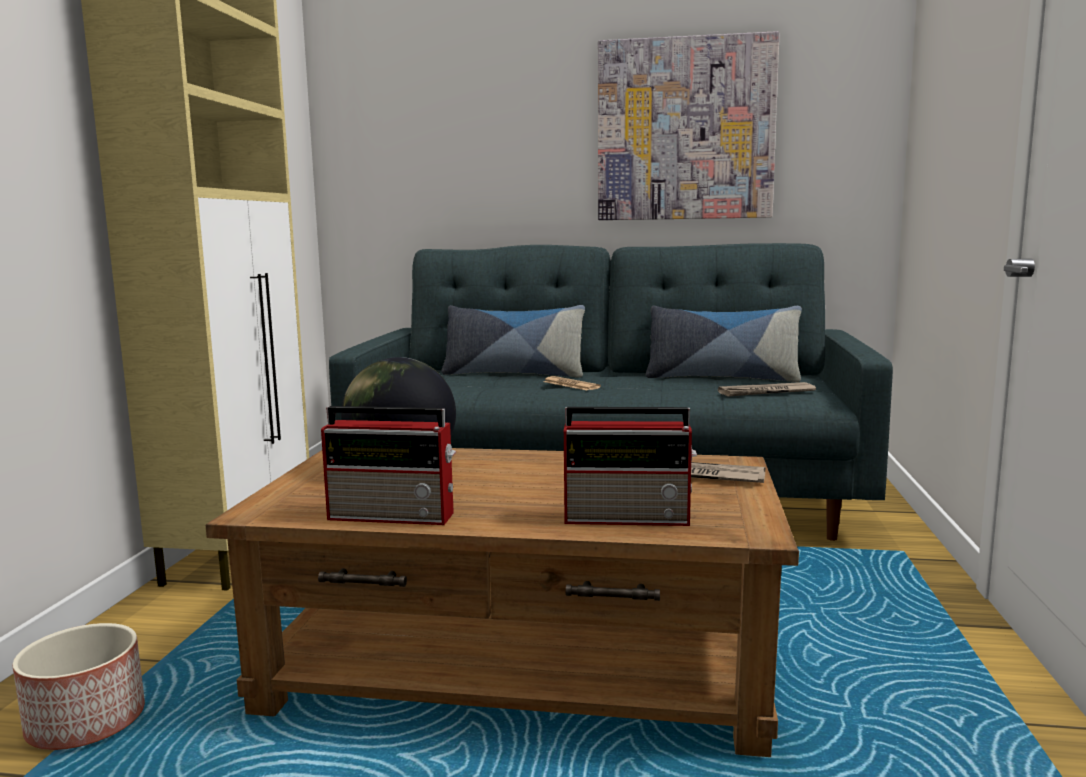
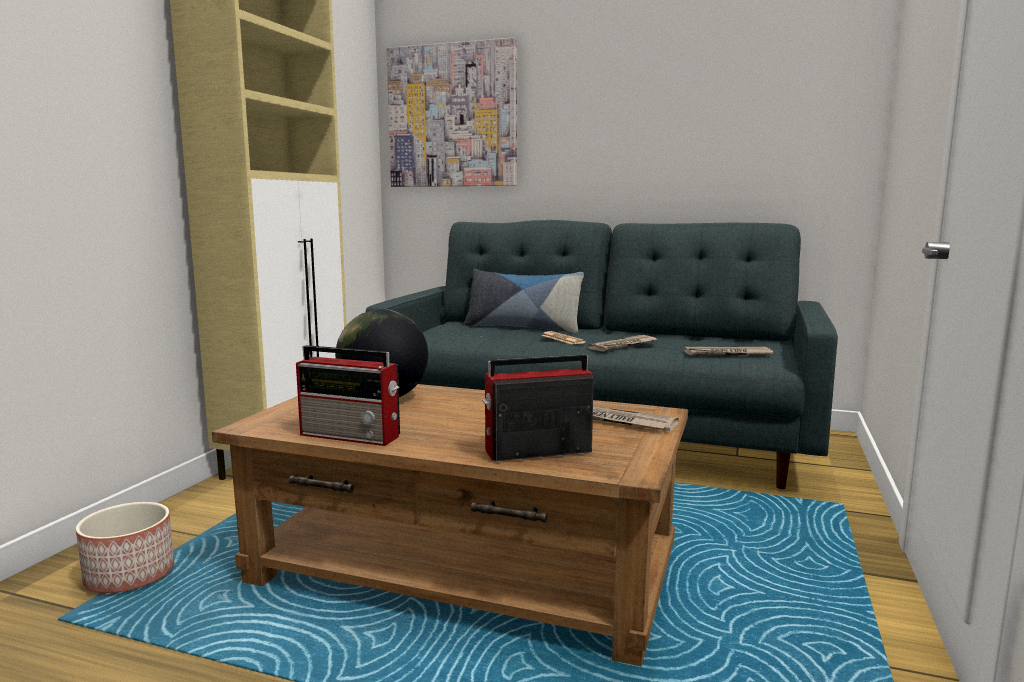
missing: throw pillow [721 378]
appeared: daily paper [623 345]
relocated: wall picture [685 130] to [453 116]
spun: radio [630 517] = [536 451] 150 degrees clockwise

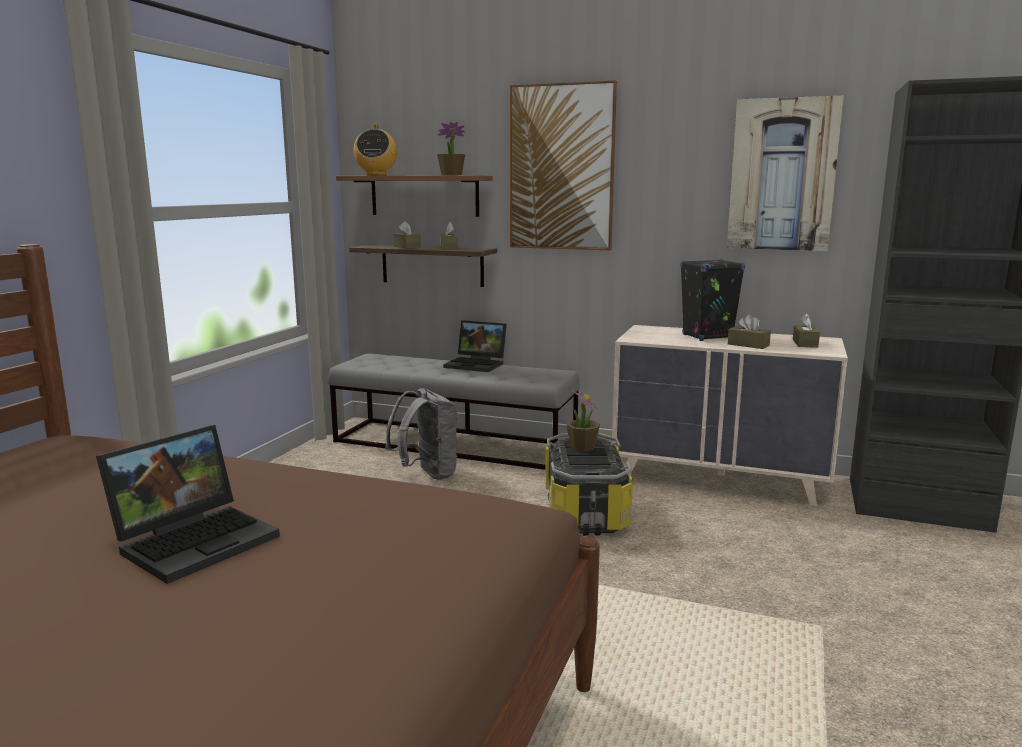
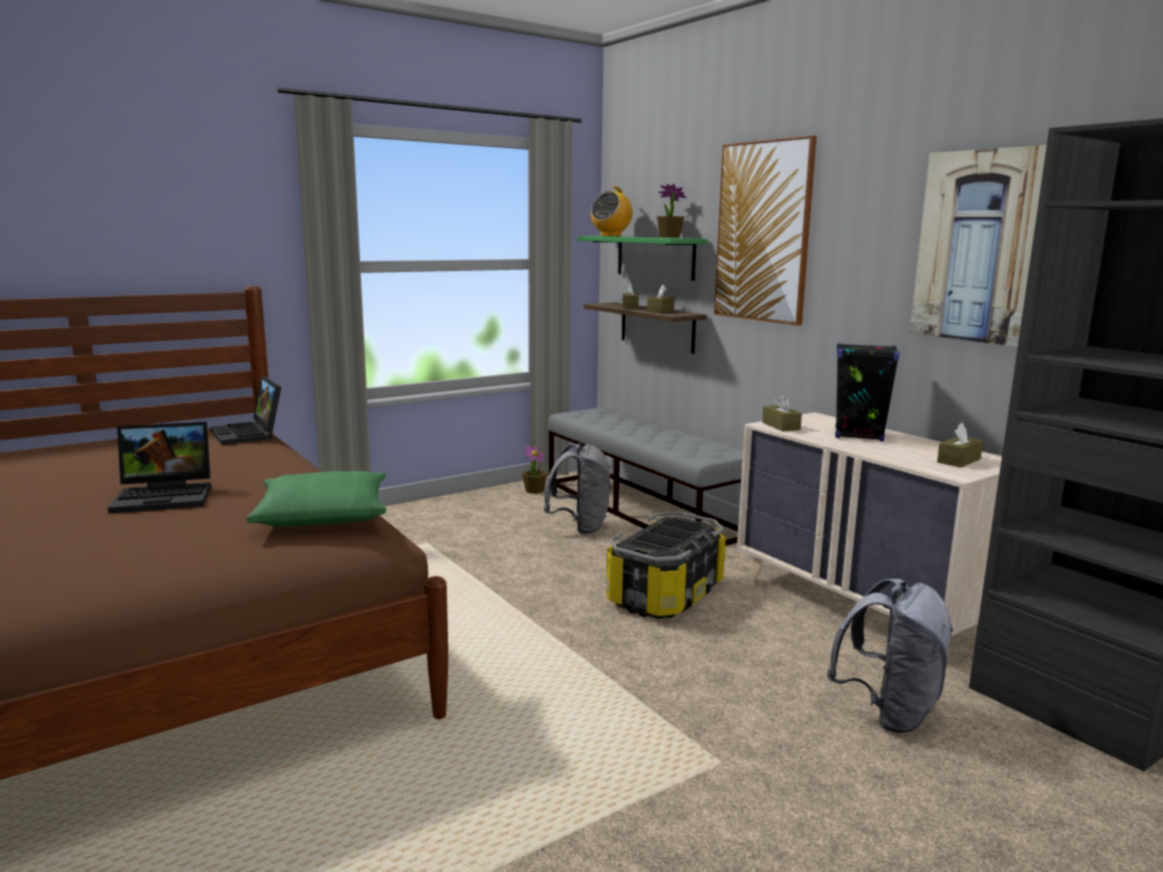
appeared: greenish throw pillow [323 514]; grey knapsack [888 712]
relocated: portable computer [477 364] to [249 434]; houseplant [582 447] to [534 490]; brown box of tissues [748 345] to [781 426]
colour: brown bracket shelf [424 195] to greenish bracket shelf [655 257]

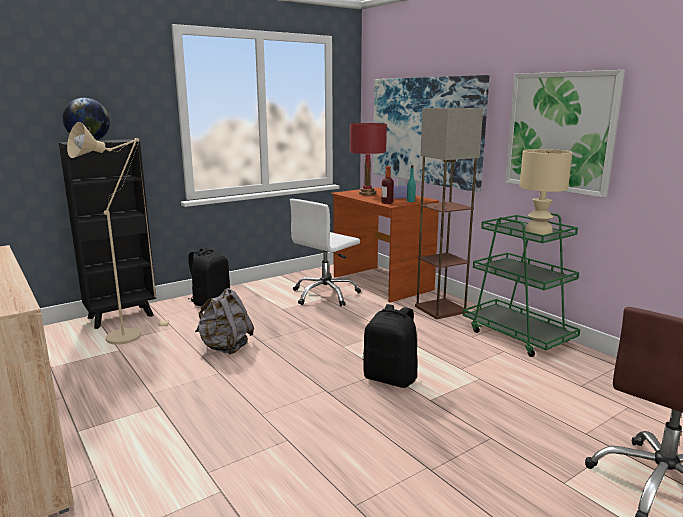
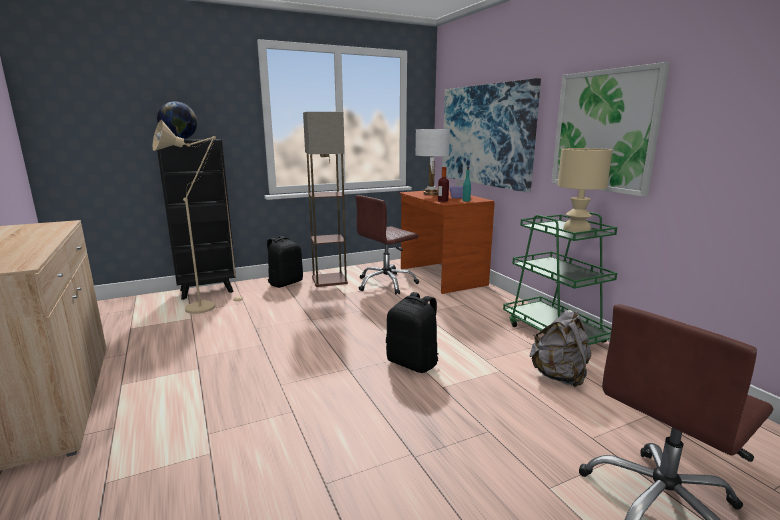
relocated: grey knapsack [225 348] to [559 376]; standard lamp [440 309] to [330 280]
colour: white desk chair [325 295] to brown desk chair [386 284]; reddish tabletop lamp [367 193] to white tabletop lamp [431 194]

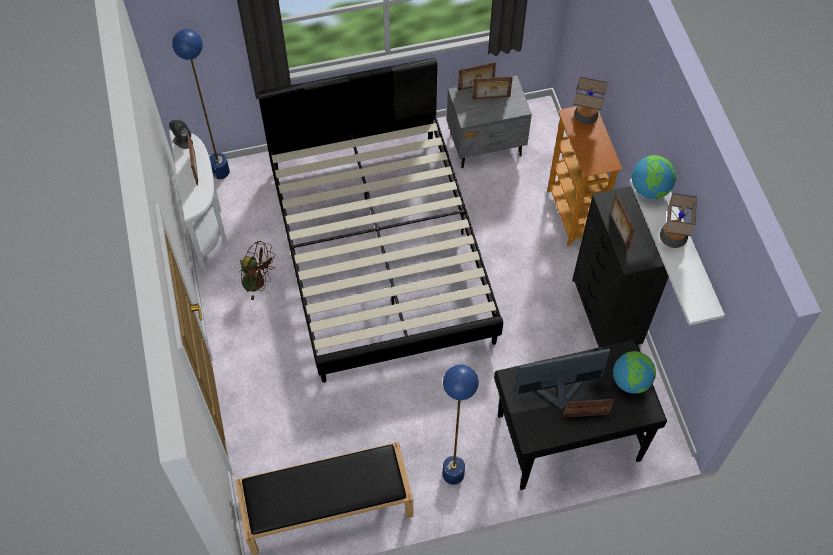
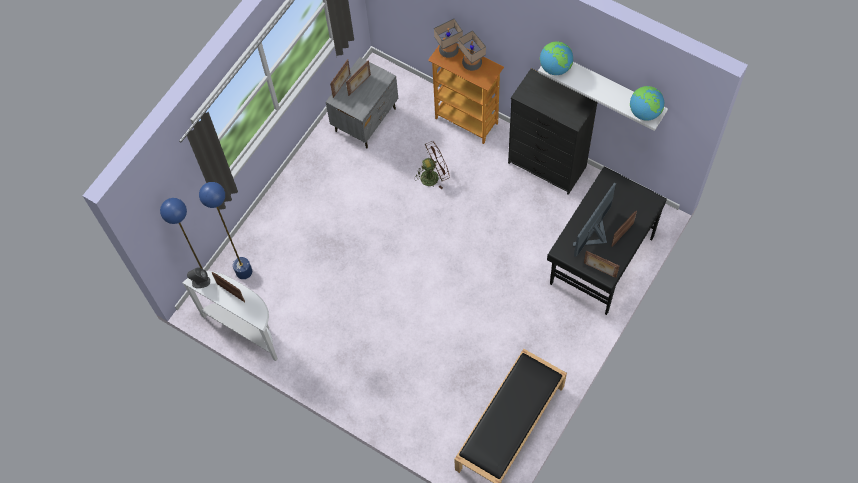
missing: black sleeping bed [381 251]
relocated: brown electric fan [258 282] to [433 175]; bluish standard lamp [453 474] to [244 271]; standing frame [618 231] to [599 270]; desk globe [631 381] to [644 112]; tabletop lamp [672 237] to [472 63]

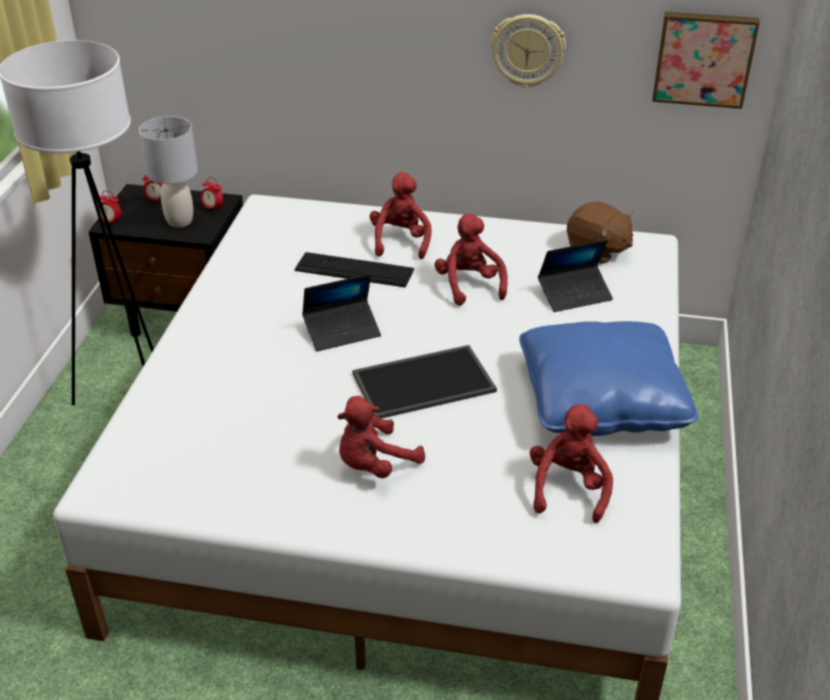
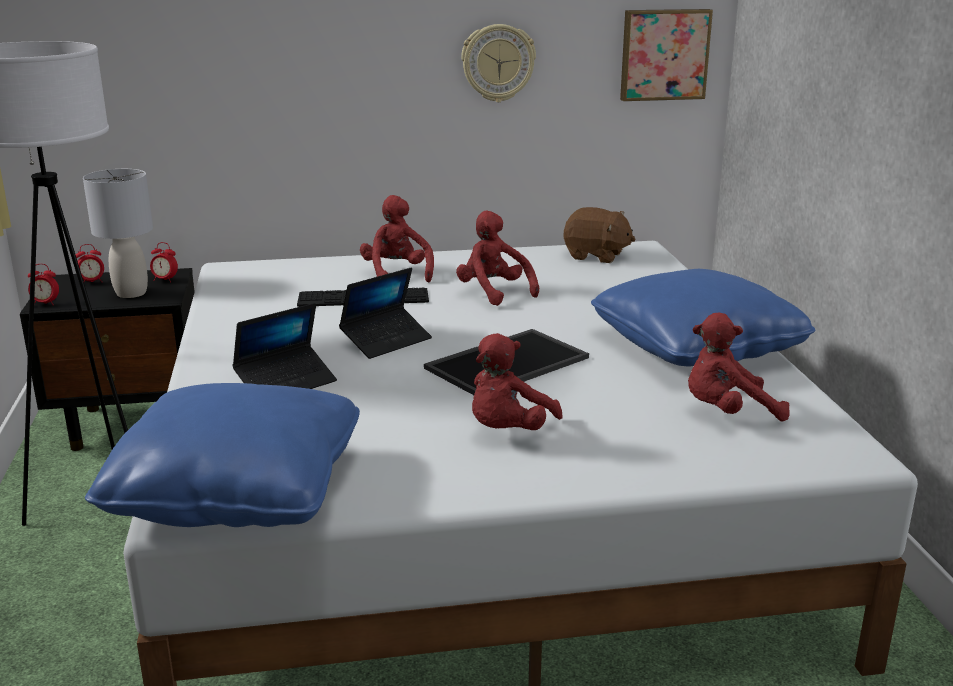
appeared: bluish throw pillow [237 491]
relocated: portable computer [574 294] to [286 383]
spun: reddish soft toy [568 488] = [727 412] 90 degrees counterclockwise

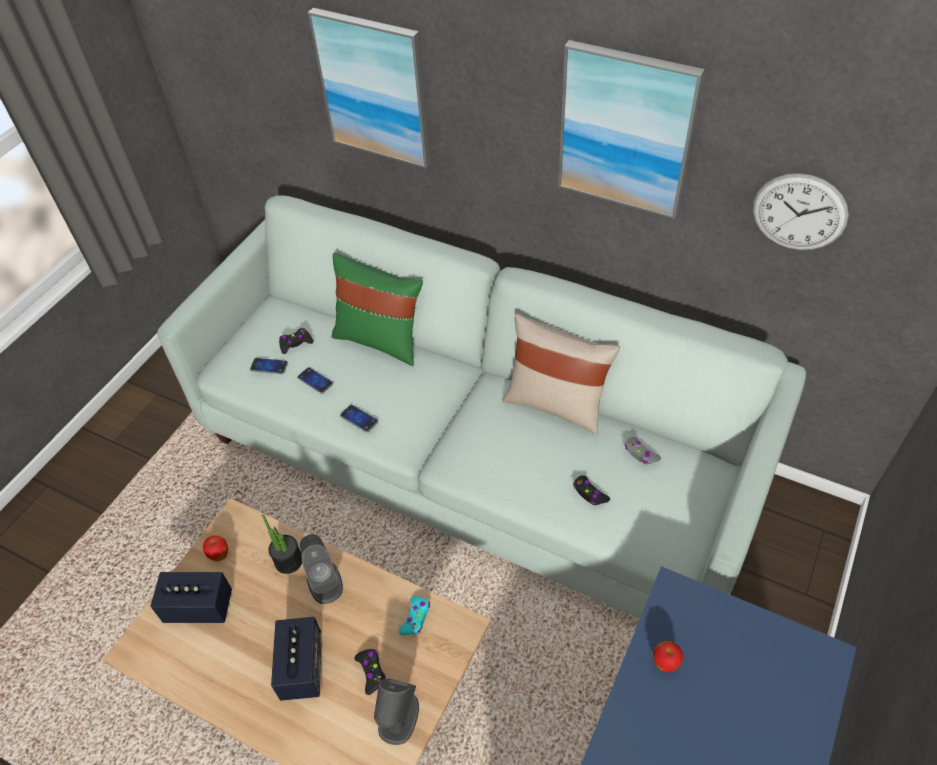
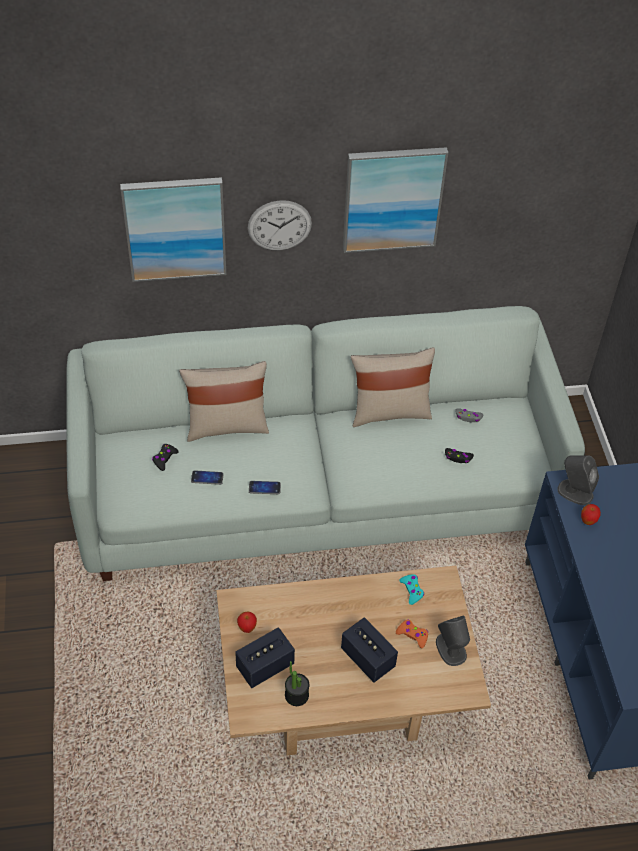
missing: handset [269 366]
relocated: houseplant [289 561] to [296 695]; grey speaker [324 581] to [574 492]; wall clock [799 212] to [279 225]
colour: greenish throw pillow [380 340] to beige throw pillow [226 426]; black joypad [371 672] to orange joypad [412 635]

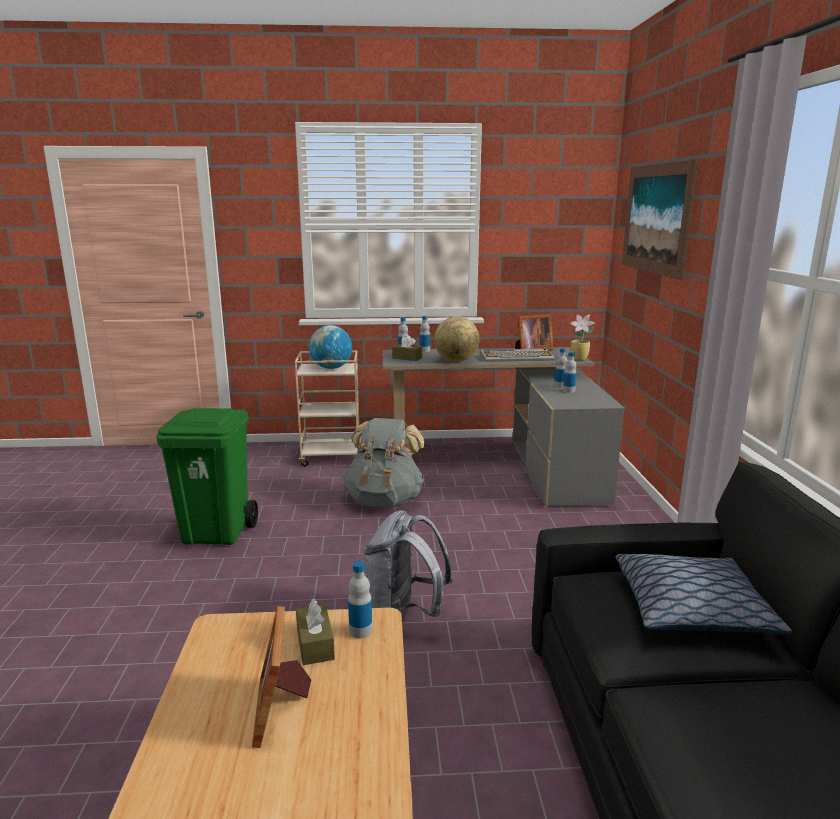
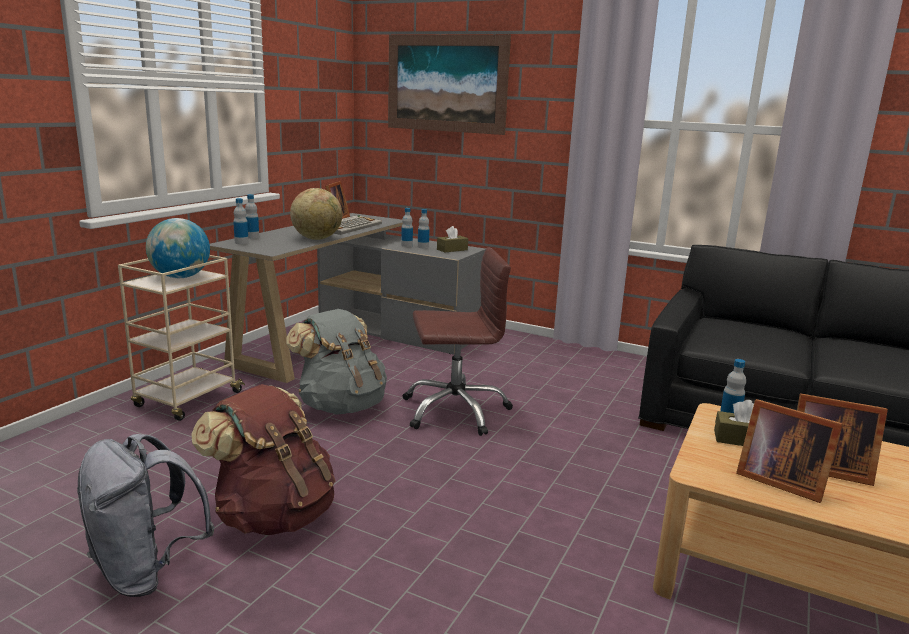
missing: houseplant [579 359]; throw pillow [691 609]
appeared: brown desk chair [455 410]; standing frame [778 480]
relocated: grey knapsack [404 618] to [147 571]; brown box of tissues [407 358] to [452 249]
exchanged: greenish rubbish bin [217 533] to brown knapsack [273 515]

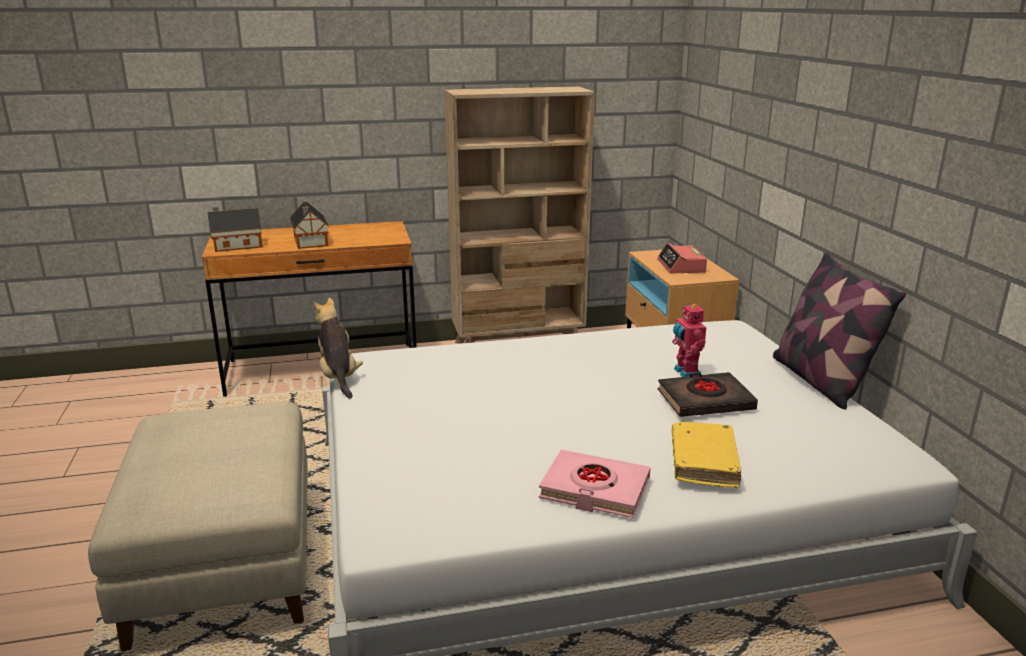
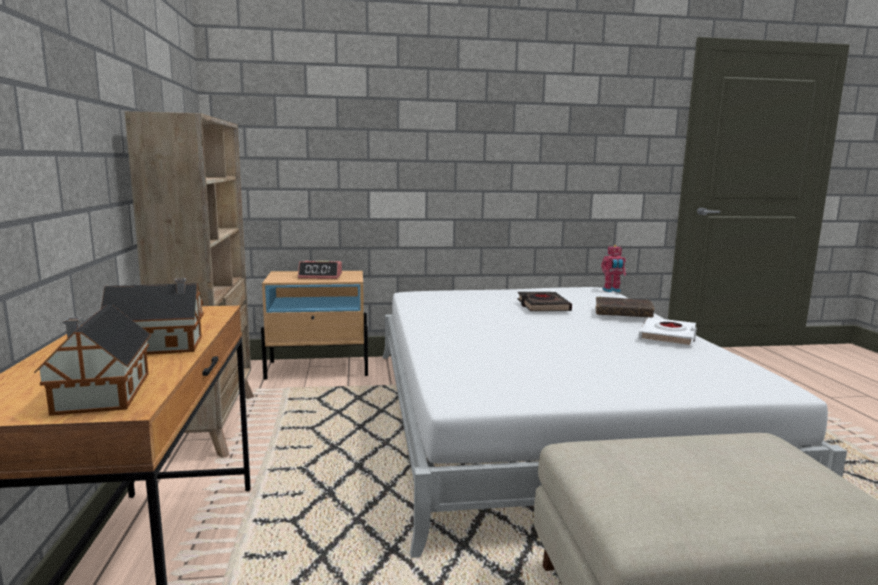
missing: soft toy [338 377]; throw pillow [820 381]
relocated: model robot [685 372] to [612 291]
colour: pink-coloured book [594 490] to white book [668 337]; yellow-coloured book [703 462] to brown book [623 314]

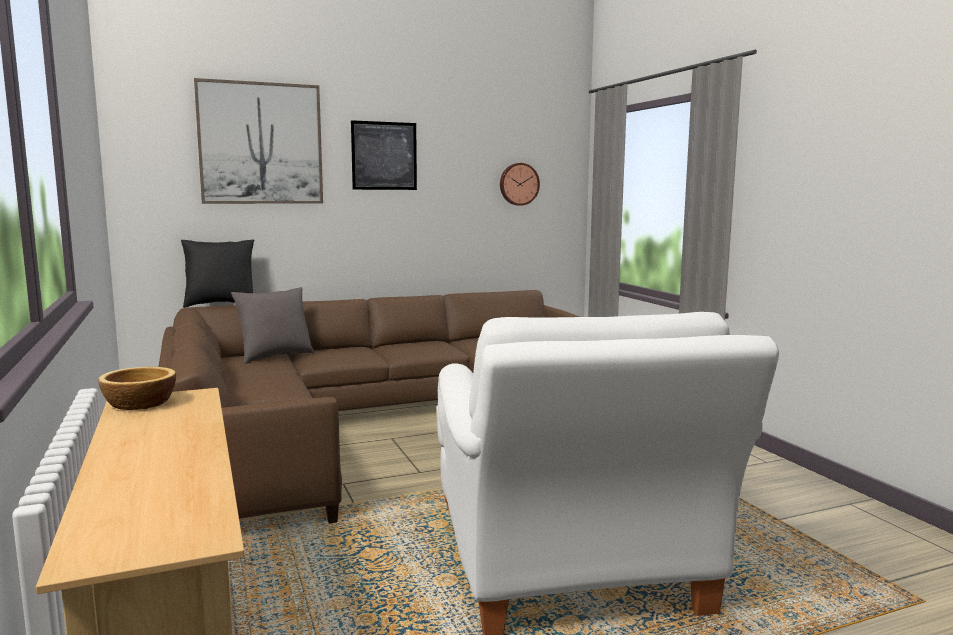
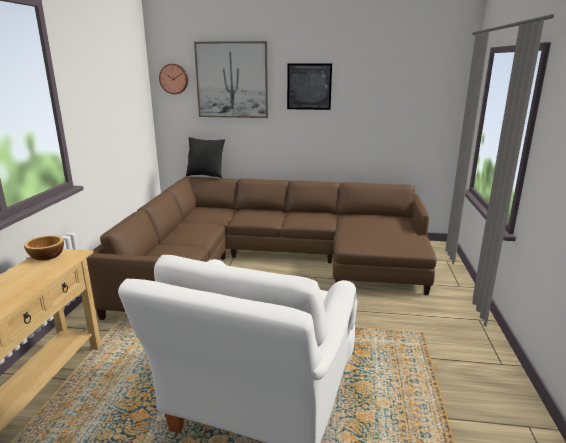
missing: grey throw pillow [275 357]
relocated: wall clock [518 184] to [174 79]

